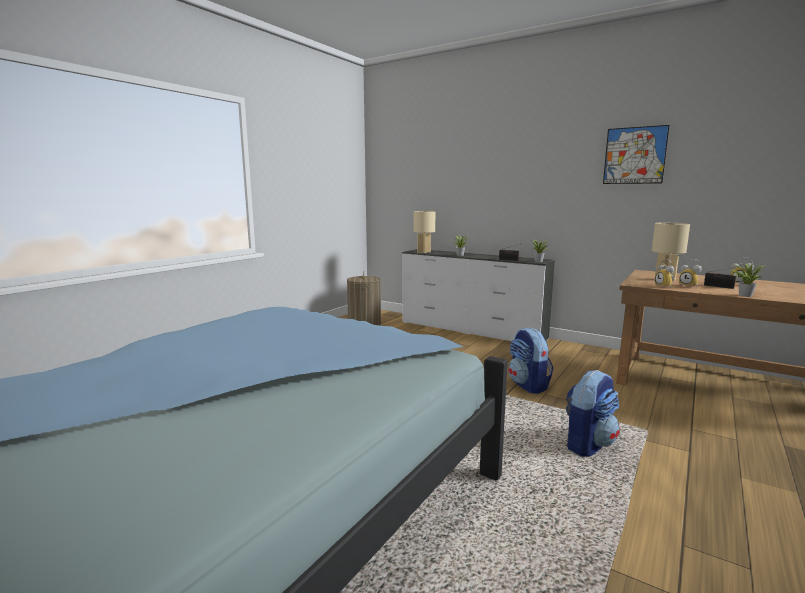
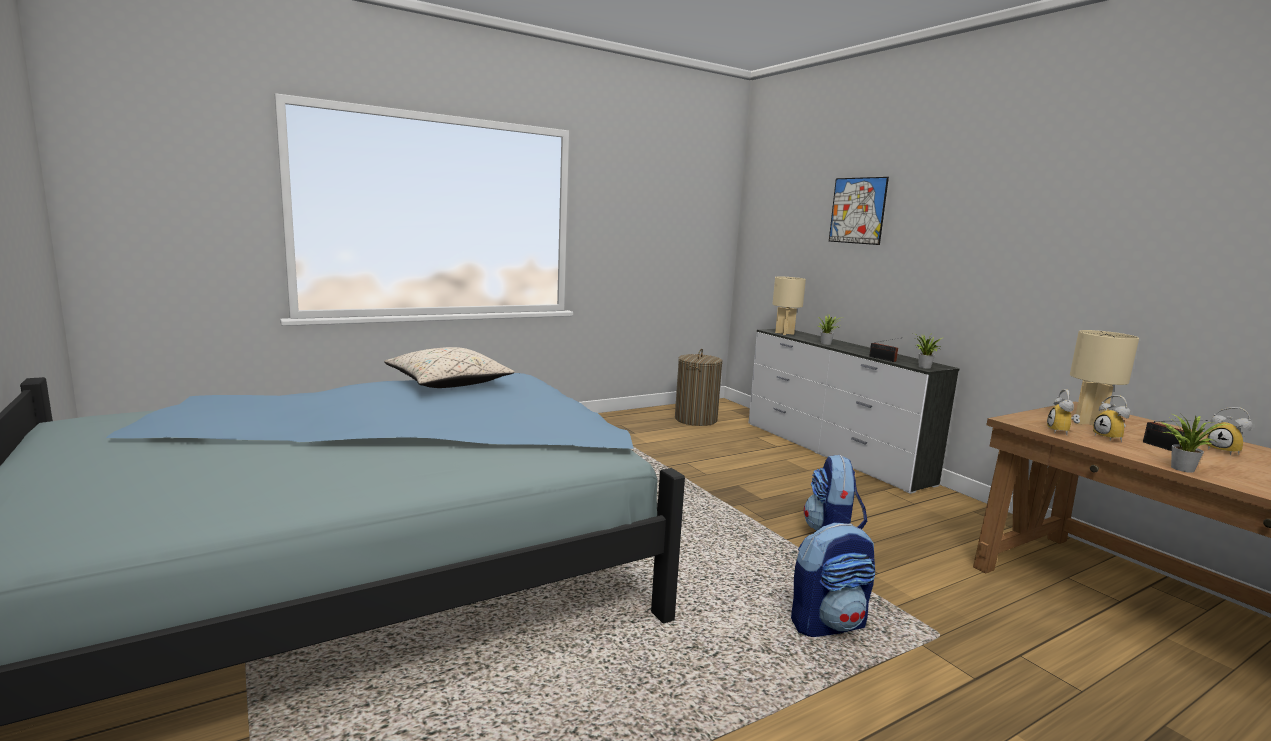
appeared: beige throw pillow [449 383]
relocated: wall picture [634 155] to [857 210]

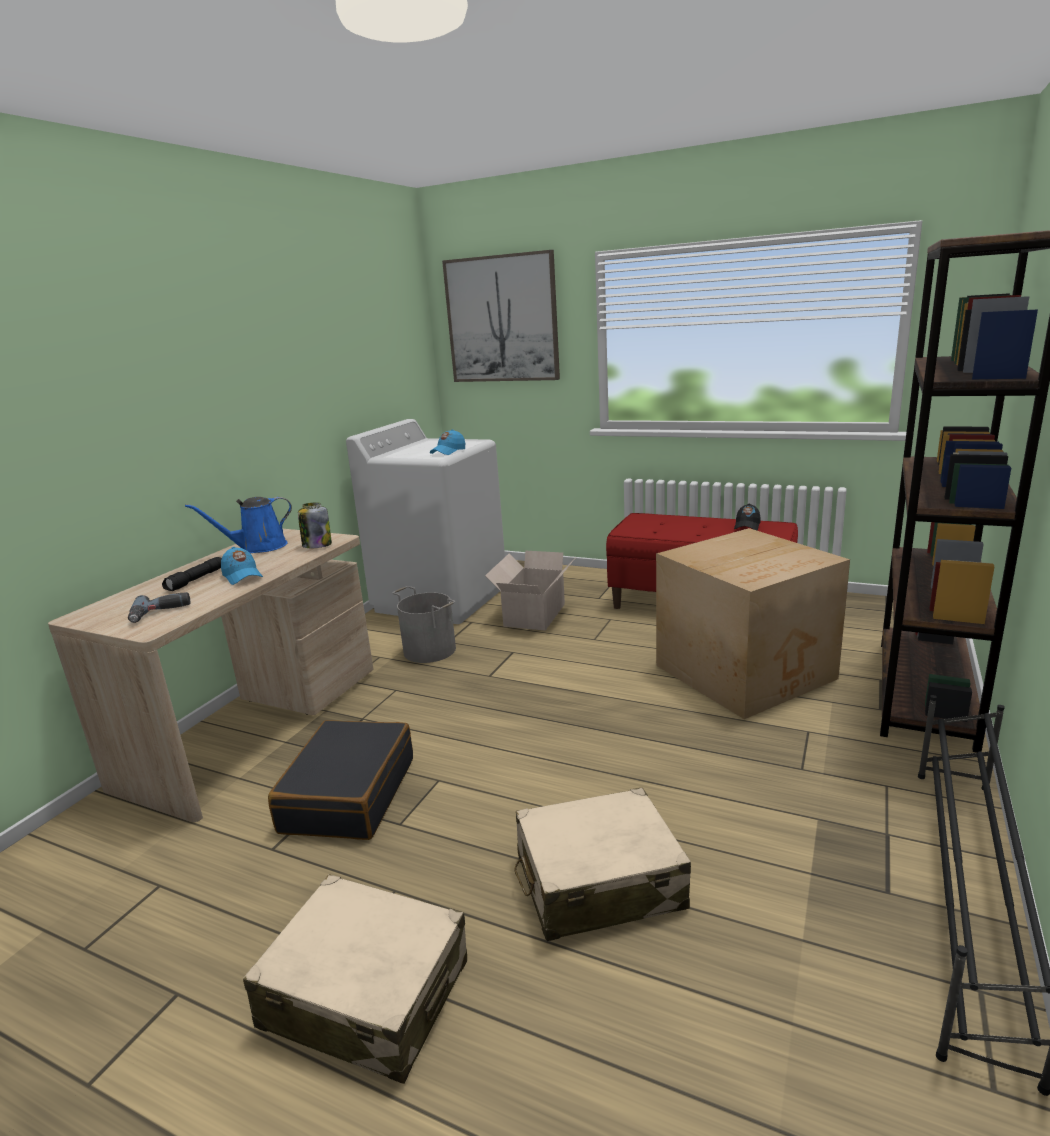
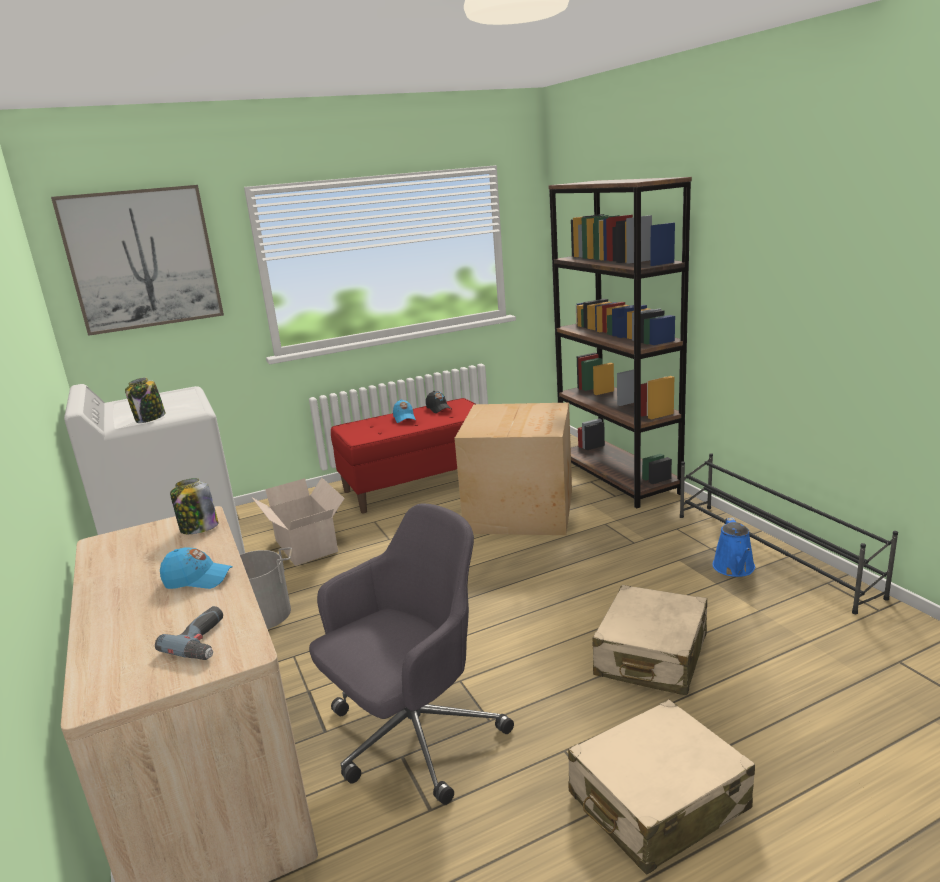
missing: black flashlight [196 580]
appeared: preserve jar [150 419]
relocated: bluish watering pot [259 548] to [734 568]; bluish cap [448 452] to [404 418]
exchanged: black suitcase [348 794] to grey desk chair [412 737]

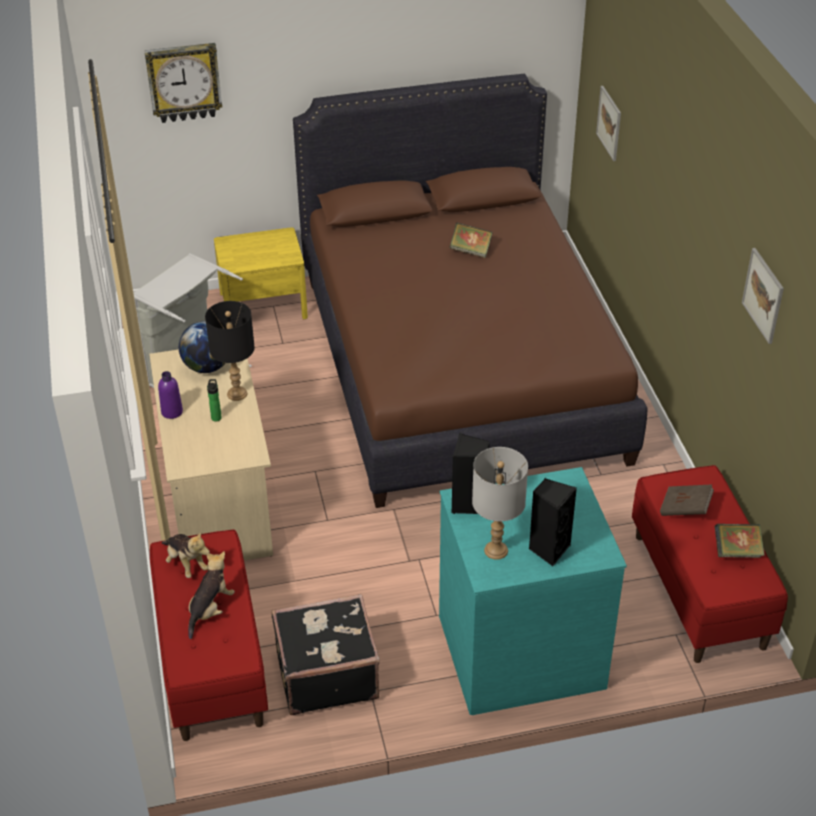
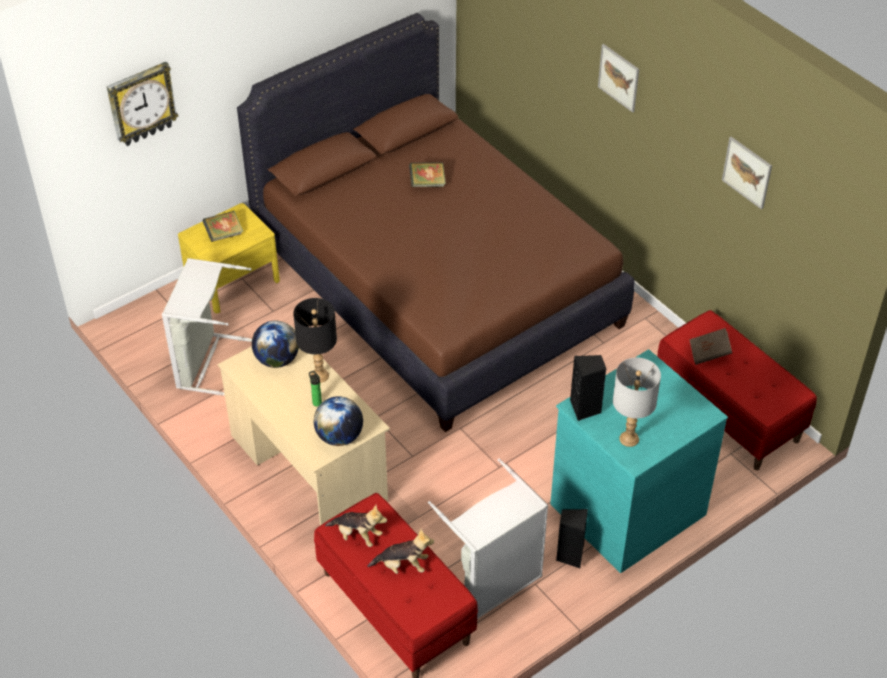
missing: purplish bottle [172 412]
appeared: desk globe [339 437]
relocated: black speaker [548 549] to [569 555]; wall picture [609 123] to [619 77]; book [737 551] to [224 234]
exchanged: black suitcase [326 674] to grey hamper [492 583]
spun: soft toy [210 609] = [403 566] 90 degrees clockwise

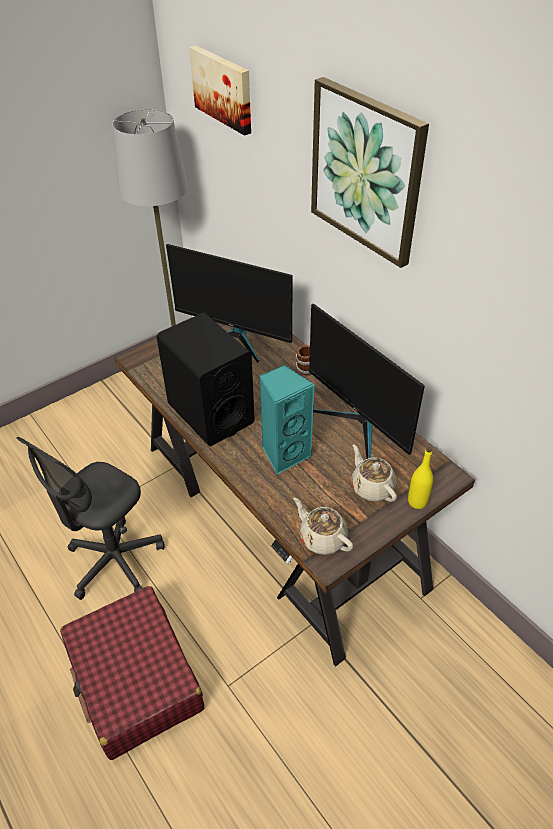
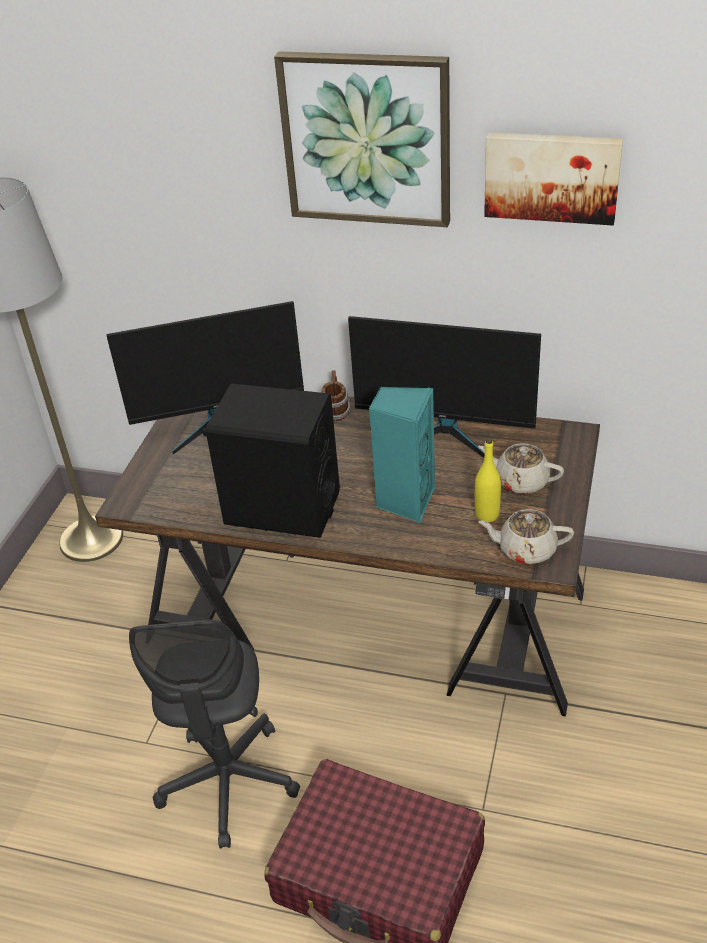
relocated: wall picture [223 89] to [552 176]; yellow-coloured bottle [417 501] to [487 515]

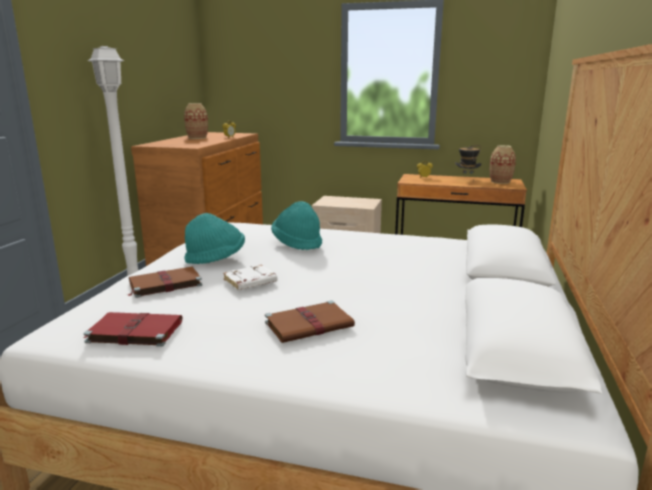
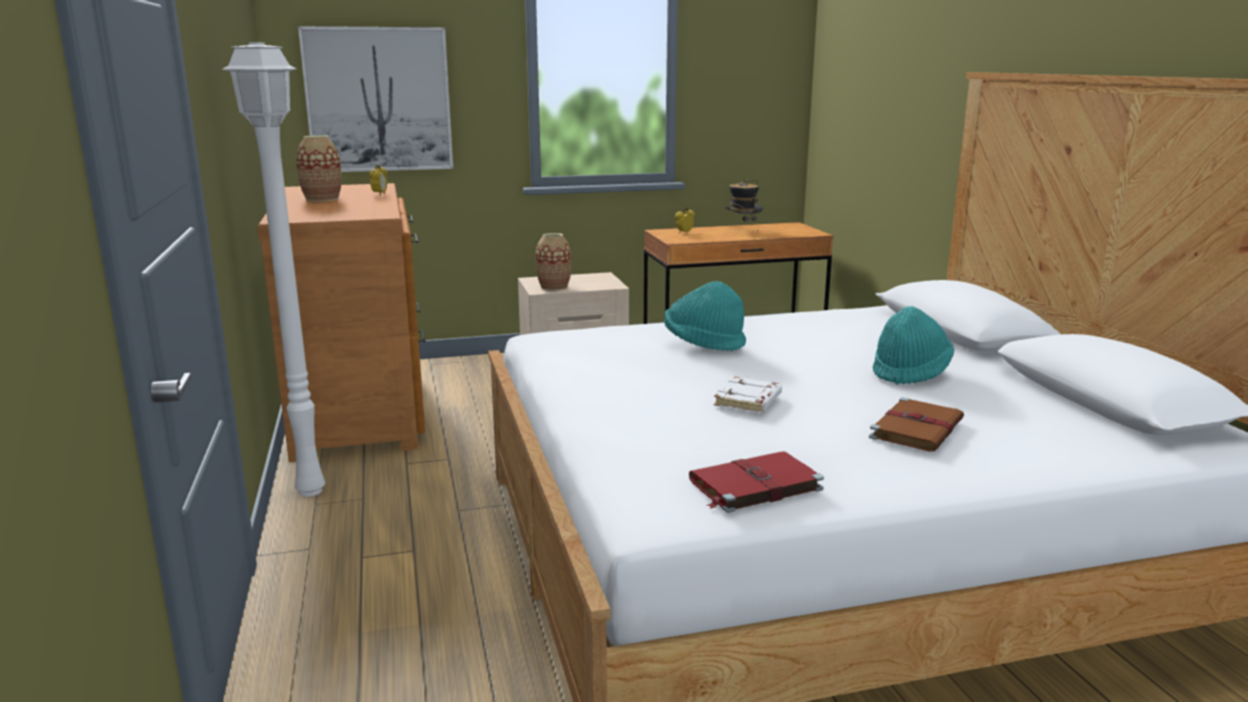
missing: brown book [164 284]
appeared: wall picture [378 100]
relocated: turquoise clothing hat [216 259] to [910 372]; flower vase [500 182] to [554 287]

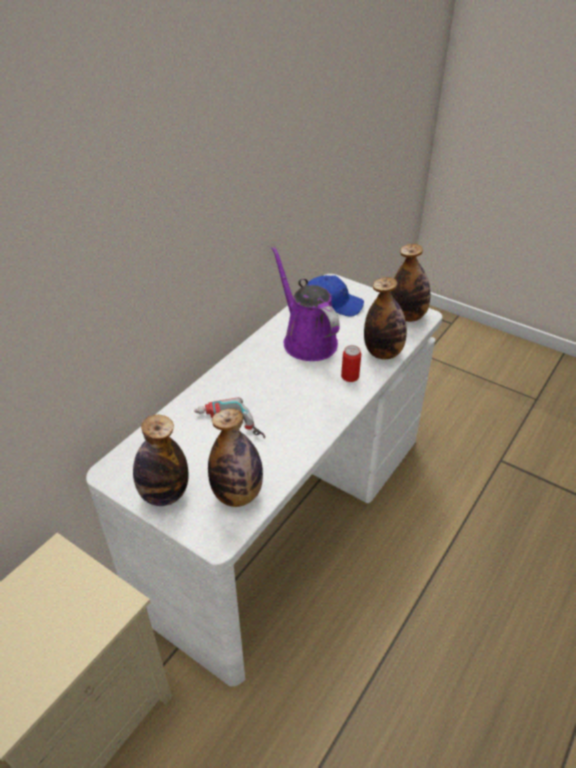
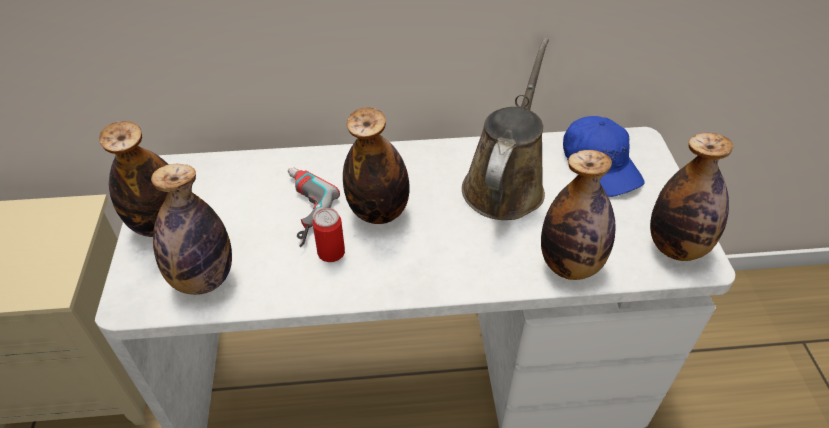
appeared: bottle [378 212]
relocated: can [350 376] to [331 252]
colour: purplish watering pot [307 340] to brown watering pot [505 184]

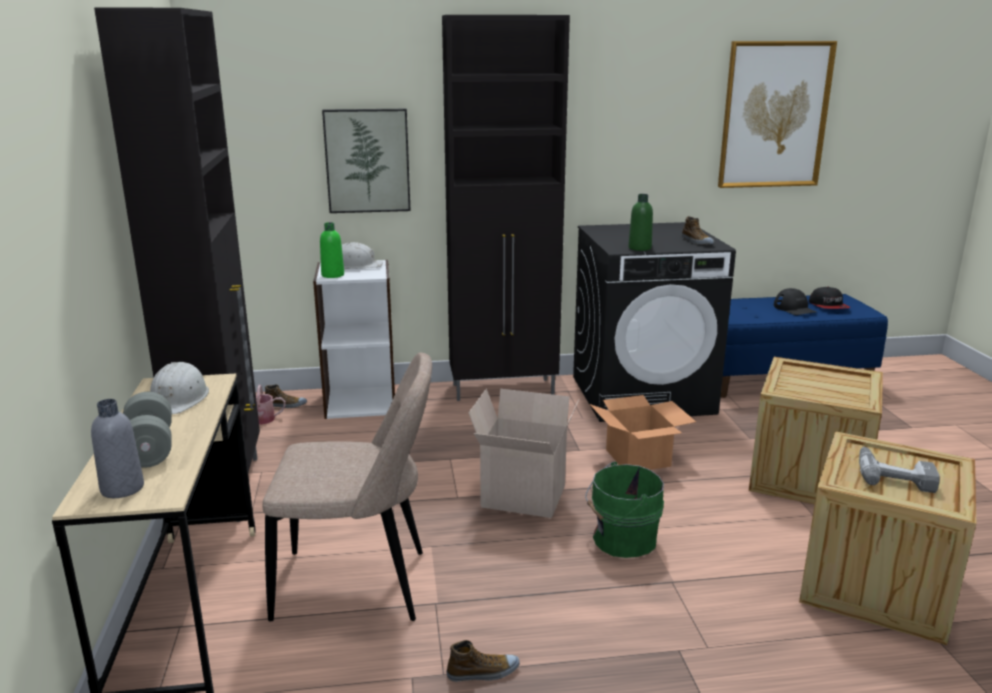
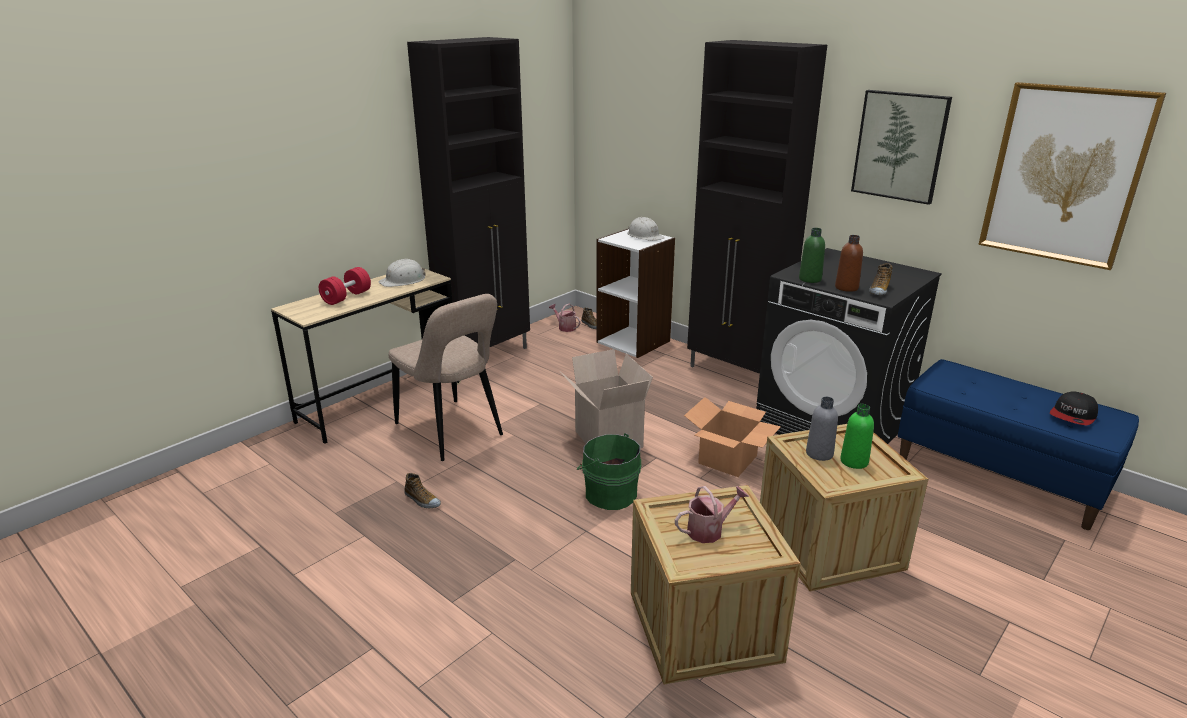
missing: black cap [794 309]
appeared: brown bottle [846 288]
relocated: grey bottle [122 488] to [819 453]; greenish bottle [332 275] to [854 461]; wall picture [367 161] to [900 146]
exchanged: power drill [894 475] to watering pot [709 530]
colour: grey dumbbell [150 448] to reddish dumbbell [346 297]

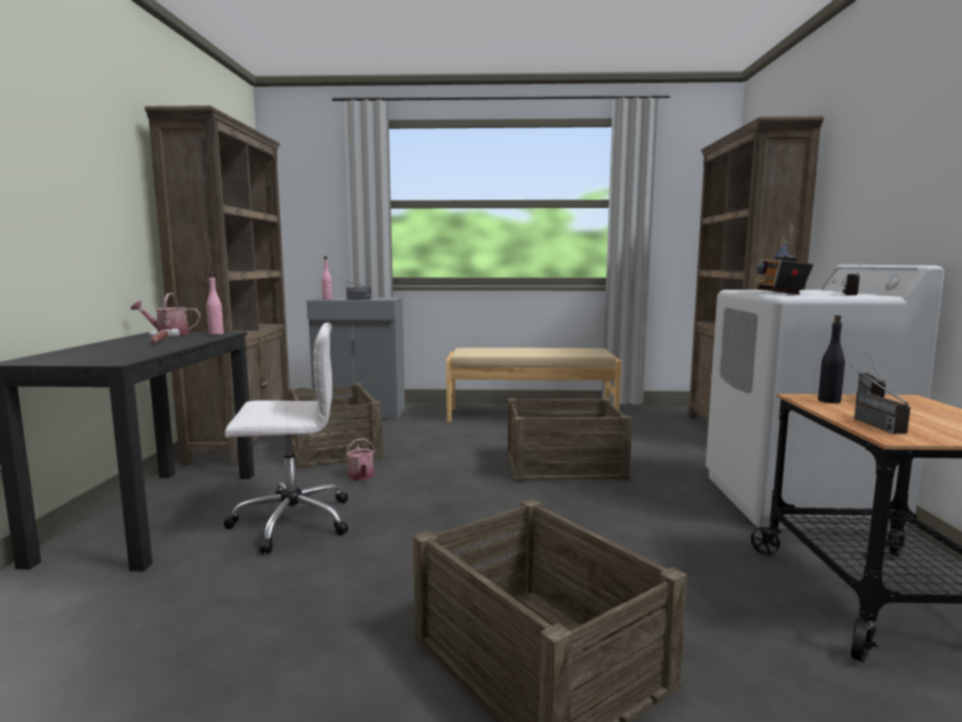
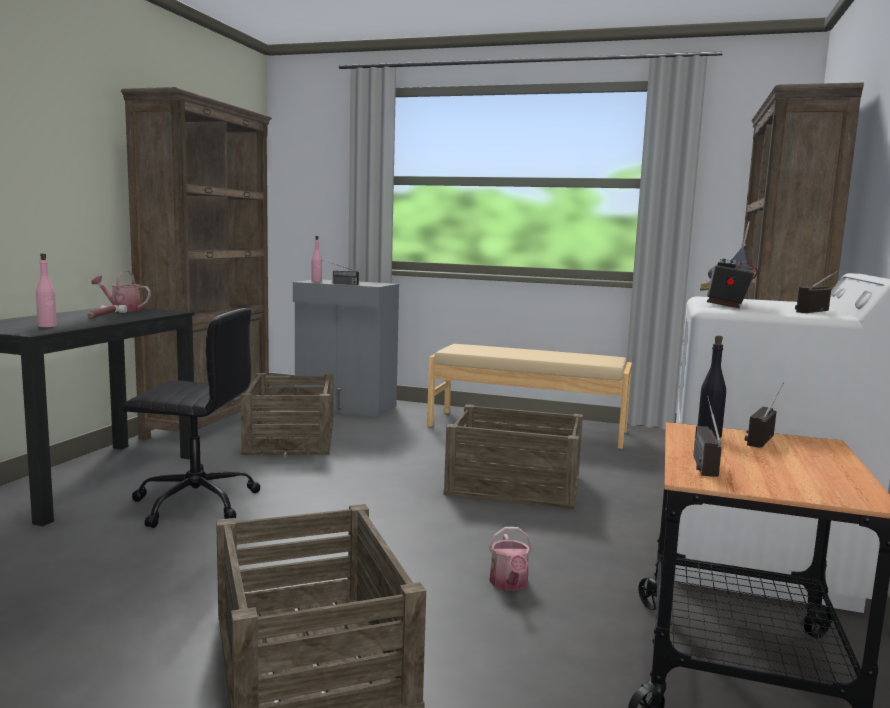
relocated: pink-coloured bottle [216 334] to [47 326]; watering pot [361 477] to [509 584]
colour: white desk chair [290 521] to black desk chair [194 502]

